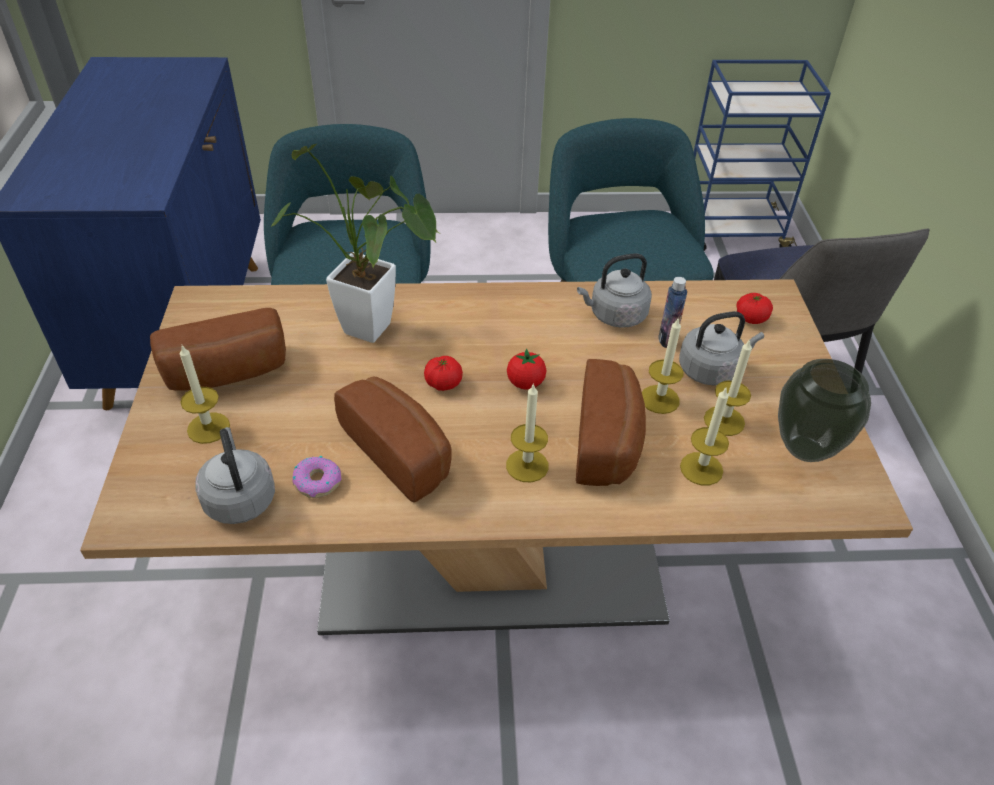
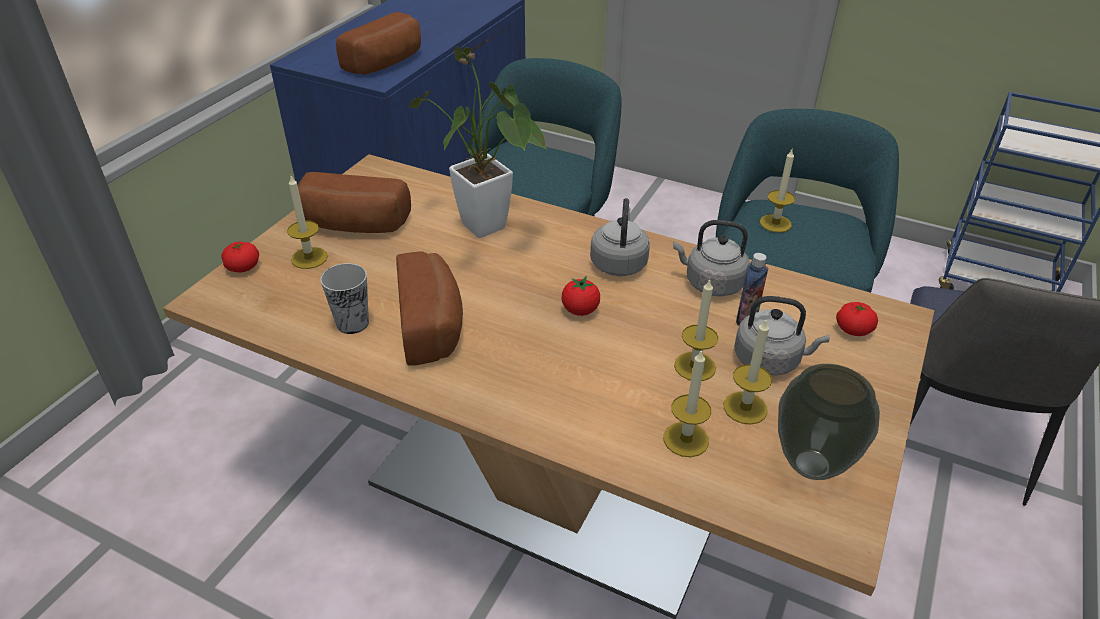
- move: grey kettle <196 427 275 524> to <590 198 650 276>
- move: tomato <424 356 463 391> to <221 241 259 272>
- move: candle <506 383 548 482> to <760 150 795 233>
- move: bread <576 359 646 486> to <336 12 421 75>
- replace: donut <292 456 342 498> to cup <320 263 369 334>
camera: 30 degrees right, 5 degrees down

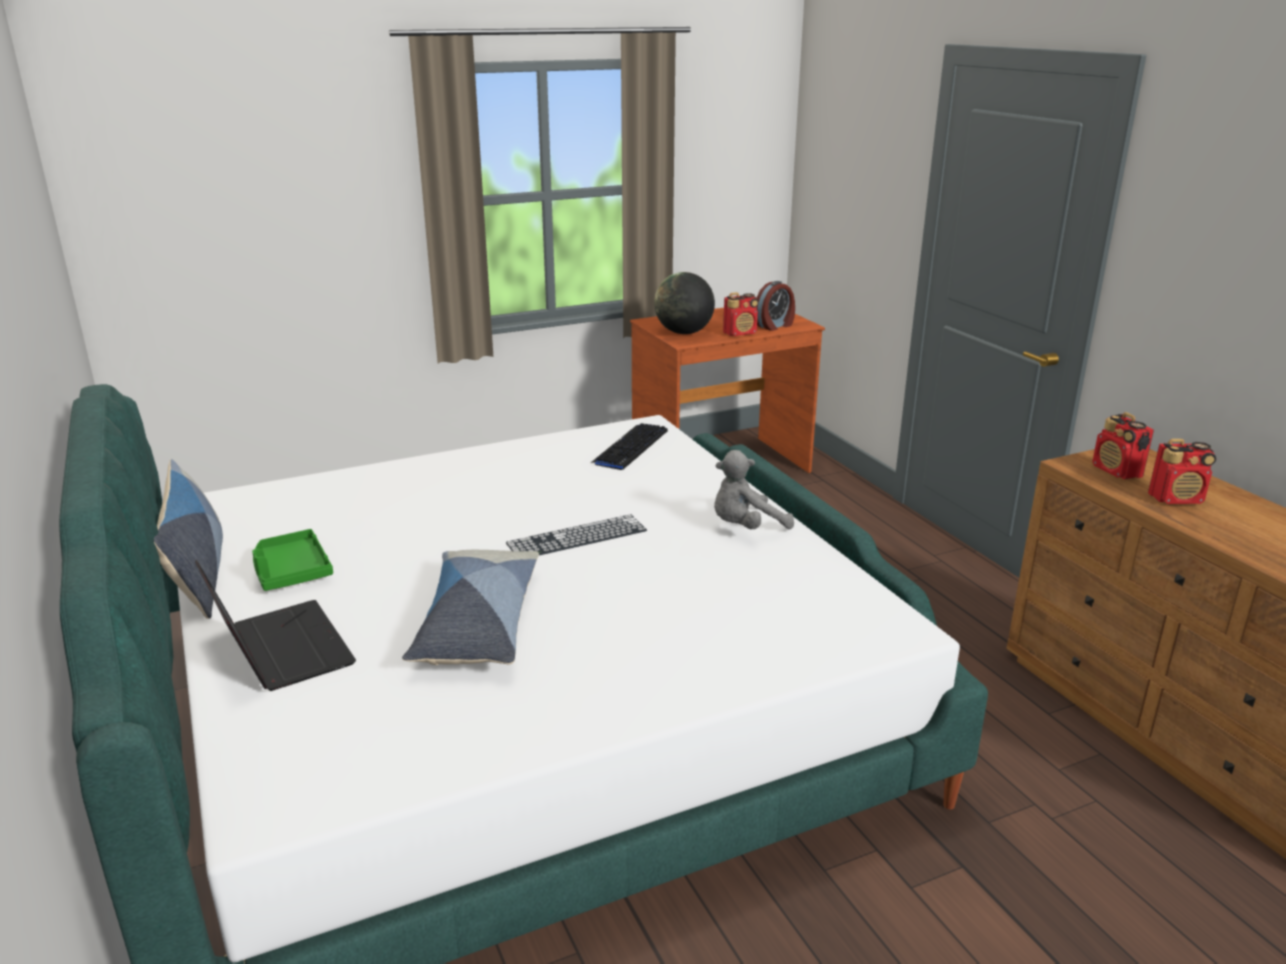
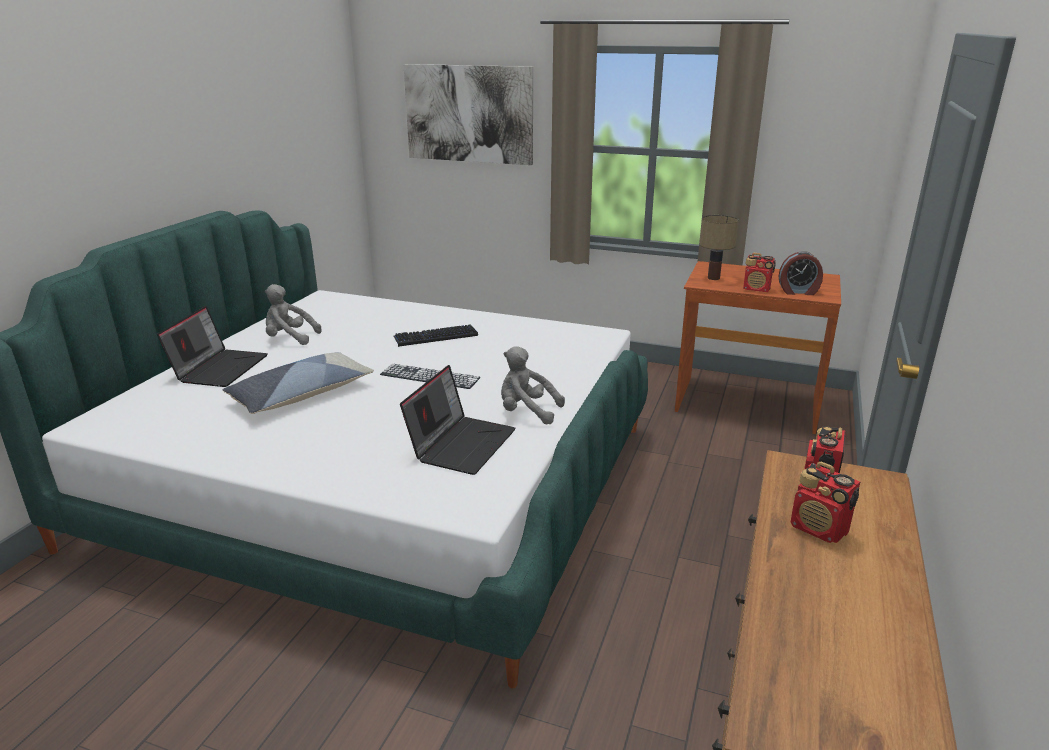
- delete: pillow <154 459 223 619>
- insert: laptop <400 365 516 475>
- insert: picture <403 64 533 165>
- move: keyboard <591 423 668 470> to <394 324 478 347>
- replace: green tray <252 529 333 591> to grey plush toy <265 284 322 345>
- replace: globe <654 272 715 334> to table lamp <700 215 739 280>
camera: 45 degrees right, 0 degrees up

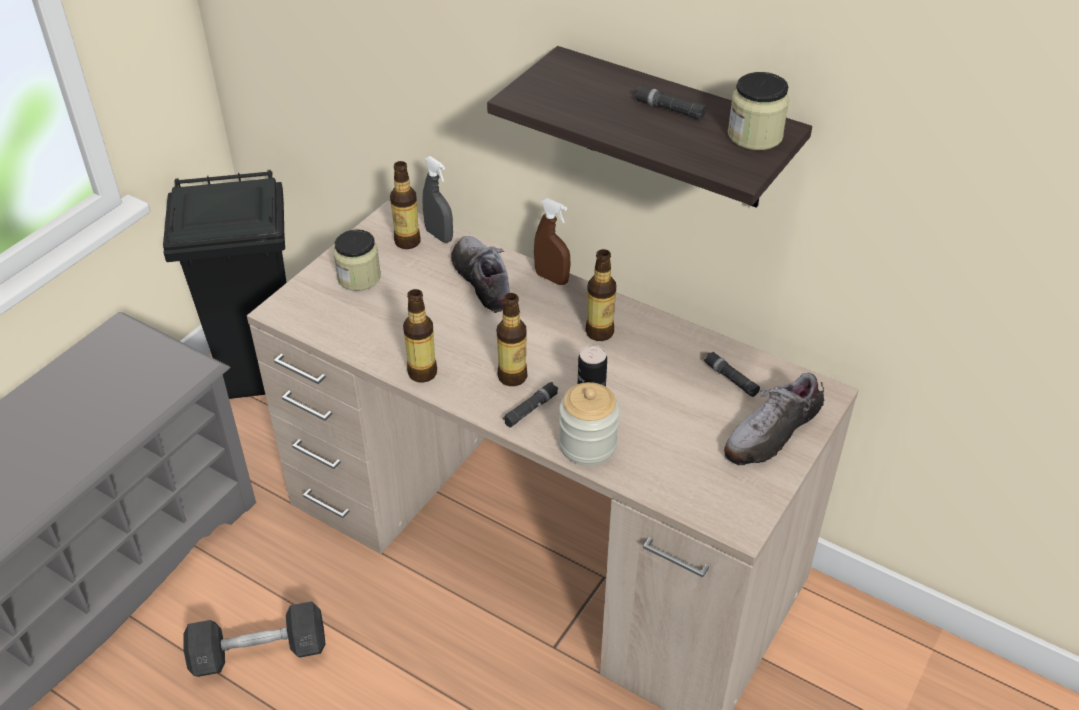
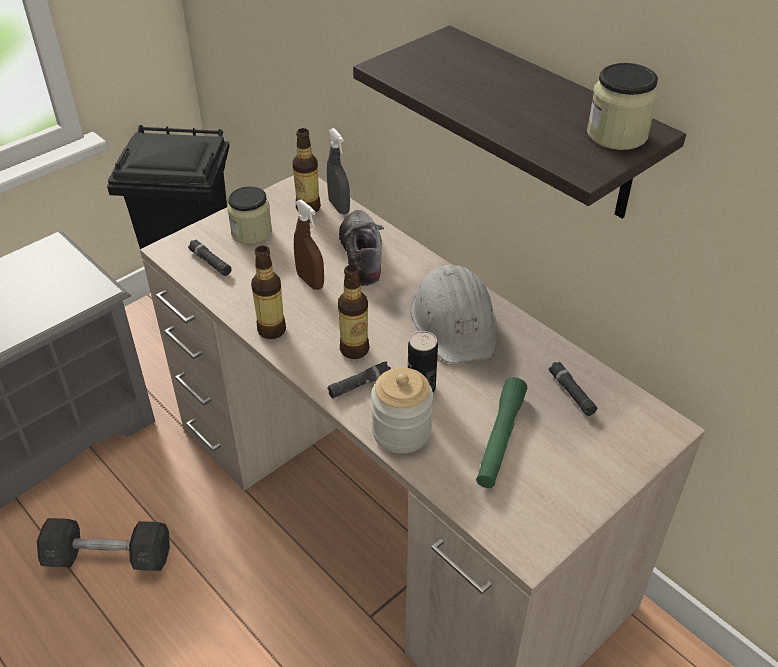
- delete: shoe <724 372 824 465>
- insert: green flashlight <476 377 527 488>
- move: brown spray bottle <534 198 570 285> to <294 199 324 290>
- move: black flashlight <635 86 706 120> to <188 240 232 276>
- replace: bottle <585 249 616 341> to white hard hat <411 265 497 364>
camera: 15 degrees right, 0 degrees up

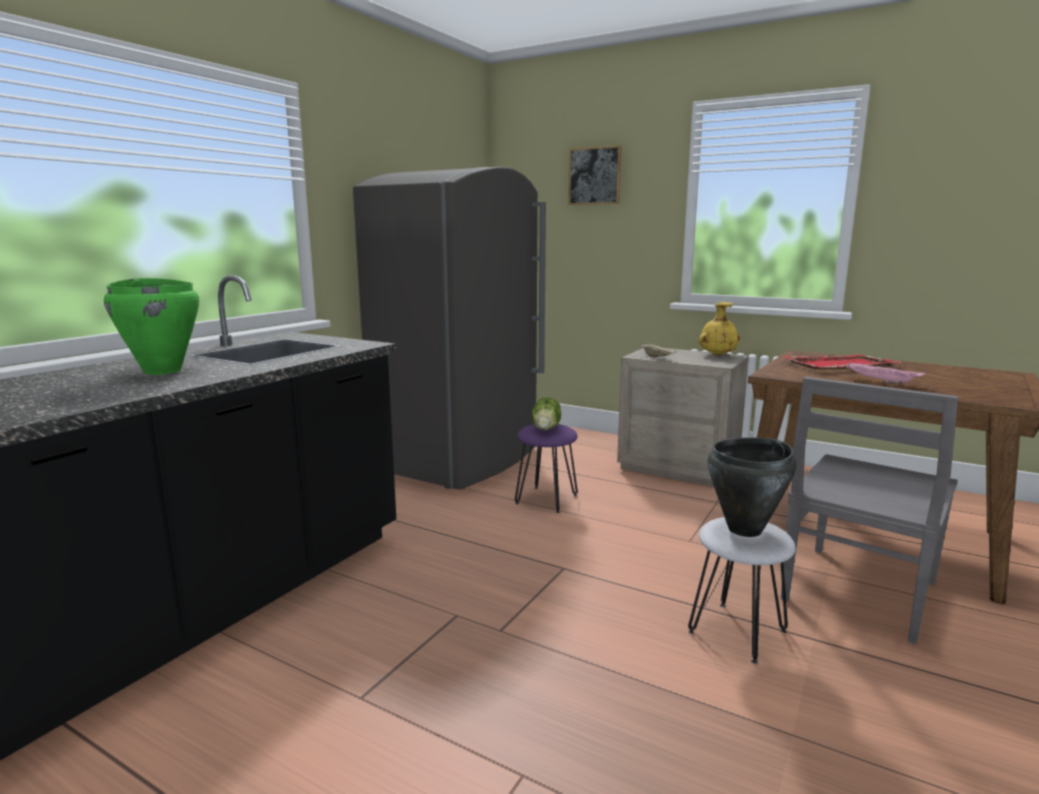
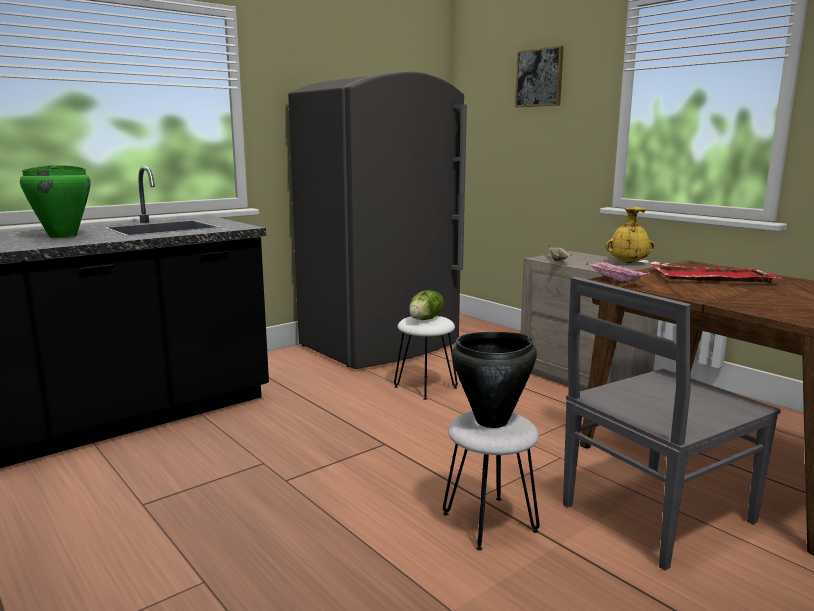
- move: pink tray <846 362 926 384> to <586 260 649 283>
- recolor: purple stool <515 424 578 513> to white stool <394 316 458 400>
camera: 20 degrees right, 0 degrees up

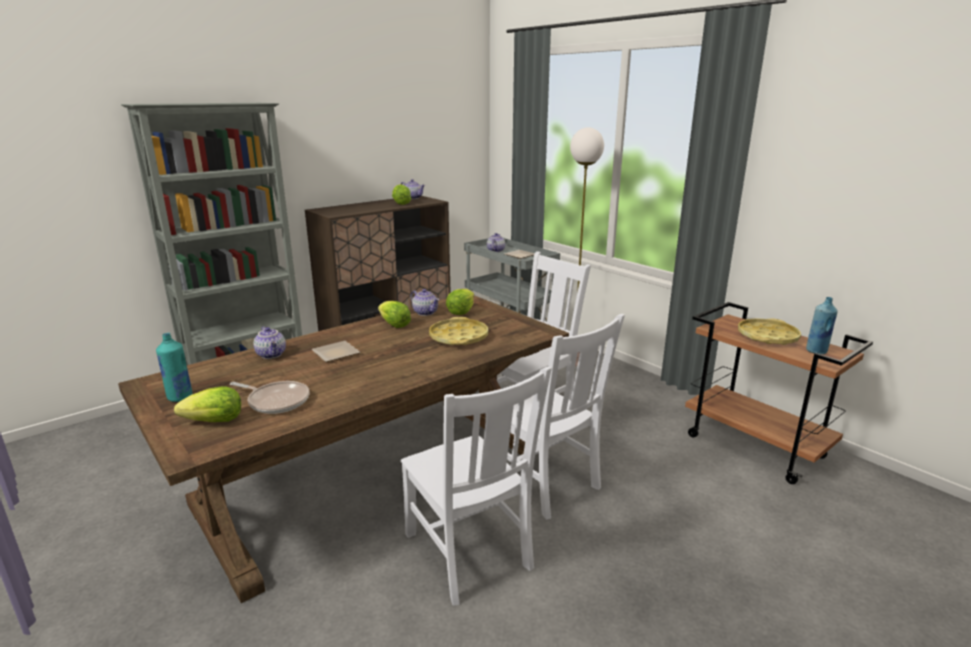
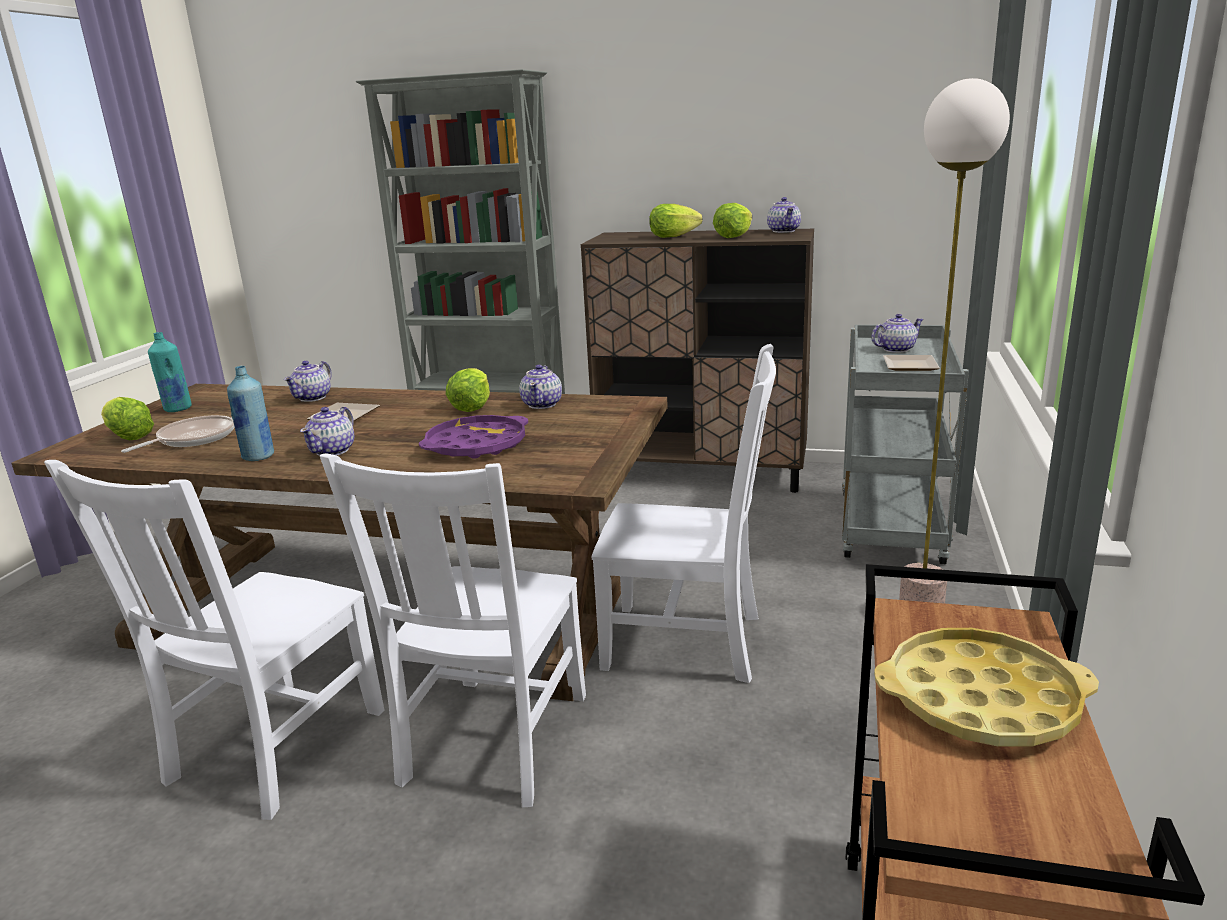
- insert: teapot <300 407 354 456>
- move: lettuce <446 289 474 315> to <649 204 702 238>
- move: blue bottle <806 297 838 354> to <227 366 274 461>
- recolor: yellow tray <429 317 488 345> to purple tray <419 415 528 459>
- rotate: frying pan <230 381 310 414> = <121 415 234 453> 135 degrees counterclockwise
camera: 55 degrees right, 0 degrees up

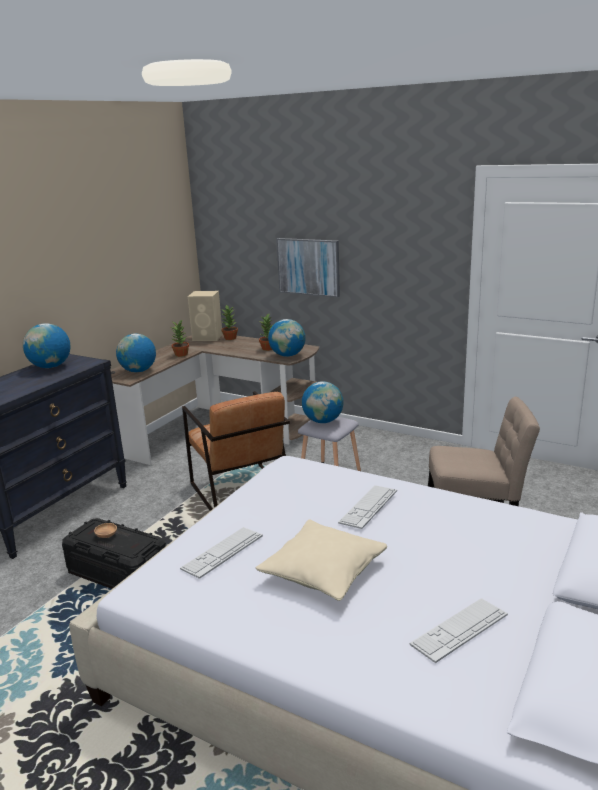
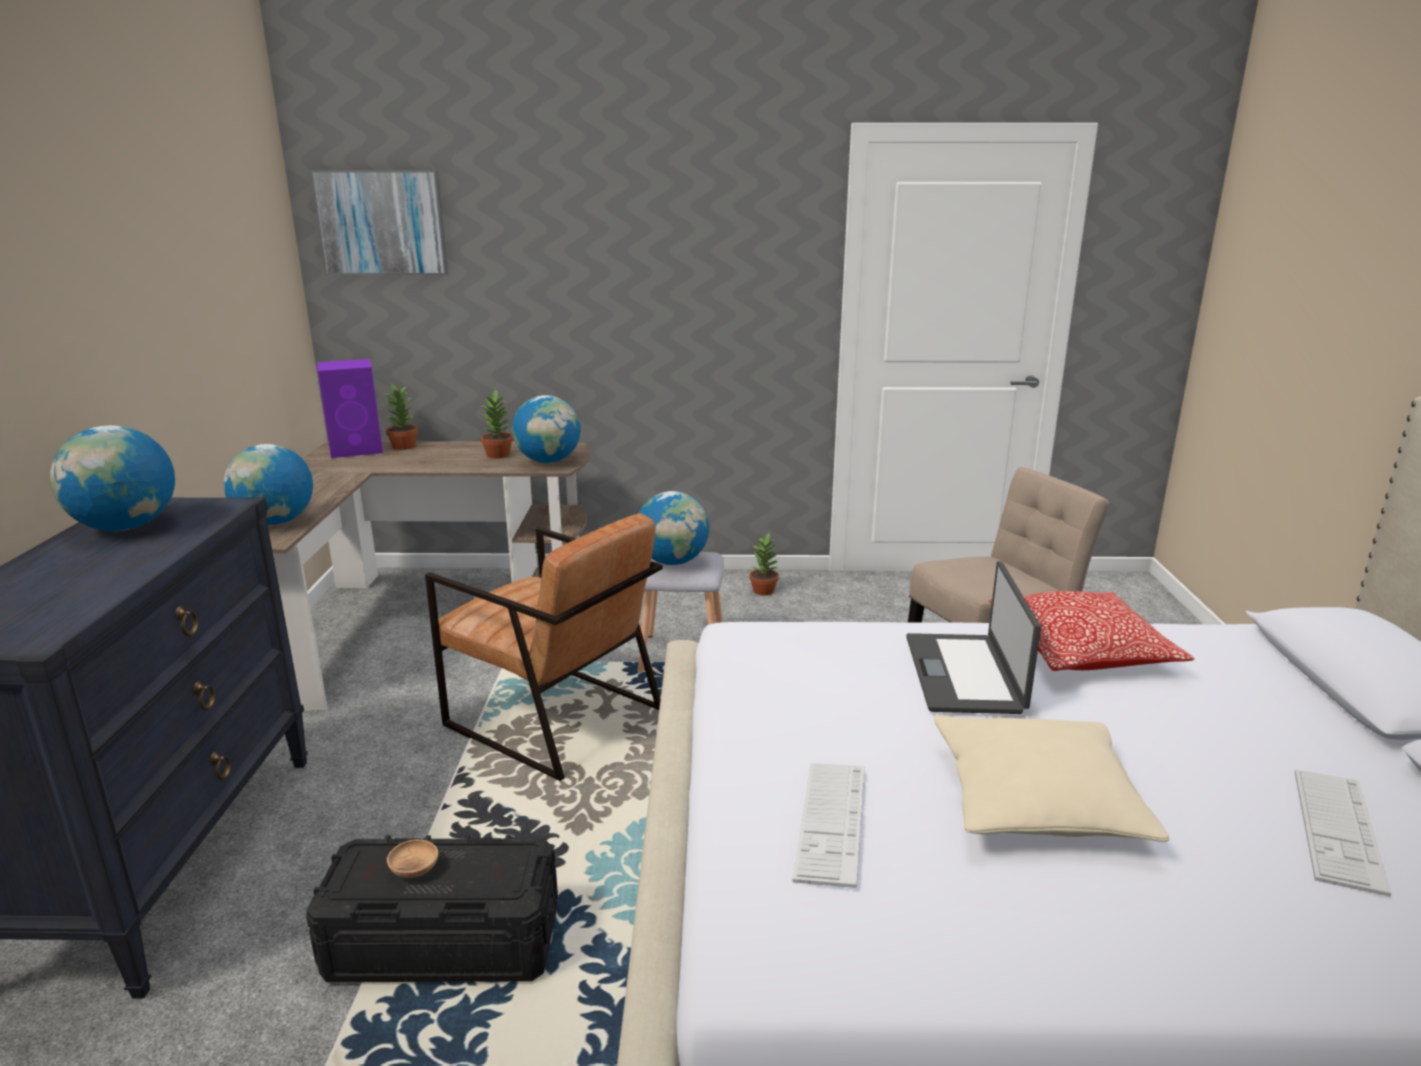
- insert: pillow <989 591 1194 671>
- move: potted plant <171 319 189 357> to <749 533 779 596>
- move: picture <276 238 340 297> to <310 170 448 275>
- replace: keyboard <338 485 397 529> to laptop <906 561 1041 714>
- recolor: beige speaker <188 291 223 341> to purple speaker <318 359 383 458>
camera: 30 degrees left, 0 degrees up

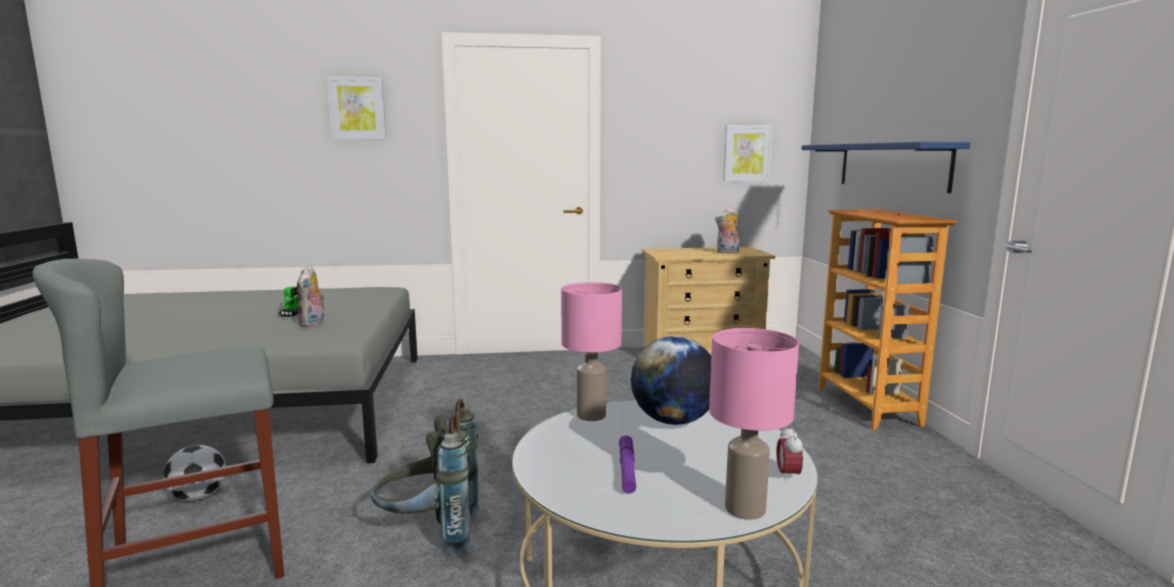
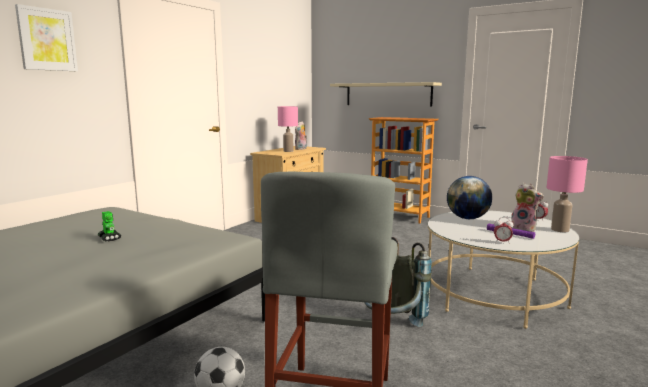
- delete: picture <723 125 773 181>
- insert: alarm clock <494 217 514 244>
- move: plush toy <297 265 325 327> to <511 183 544 232>
- move: pink table lamp <561 282 622 421> to <278 106 298 152>
- recolor: blue shelf <801 142 971 193> to beige shelf <330 82 442 106>
camera: 50 degrees left, 0 degrees up

